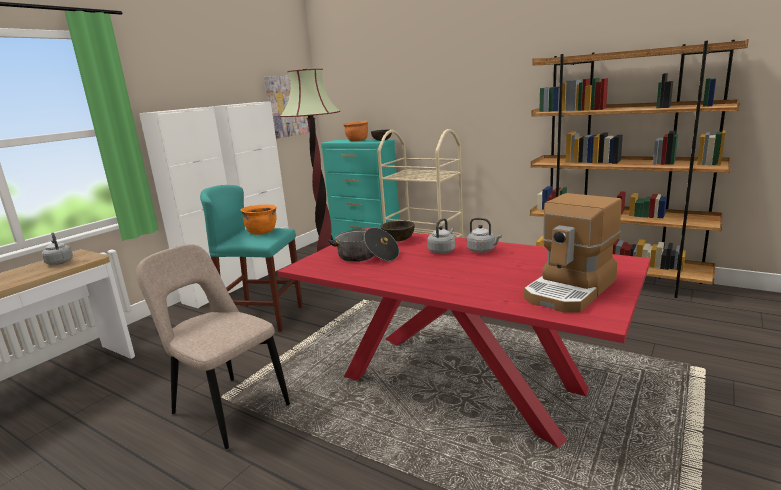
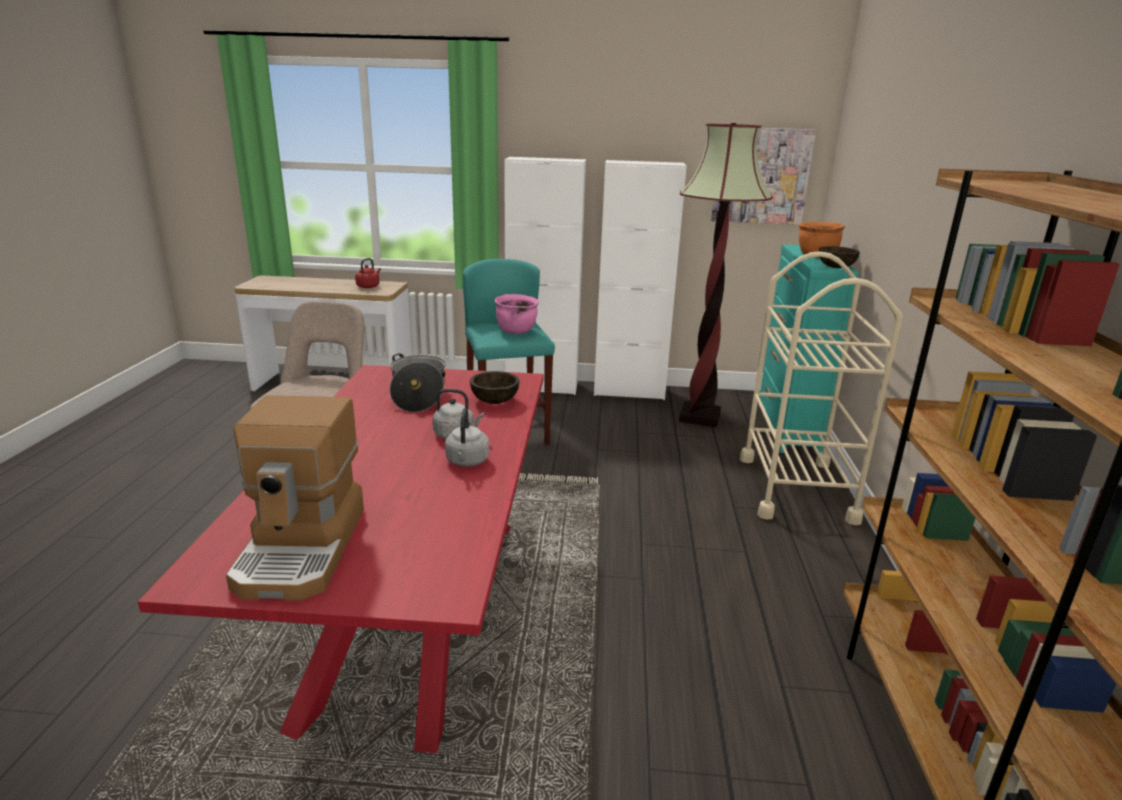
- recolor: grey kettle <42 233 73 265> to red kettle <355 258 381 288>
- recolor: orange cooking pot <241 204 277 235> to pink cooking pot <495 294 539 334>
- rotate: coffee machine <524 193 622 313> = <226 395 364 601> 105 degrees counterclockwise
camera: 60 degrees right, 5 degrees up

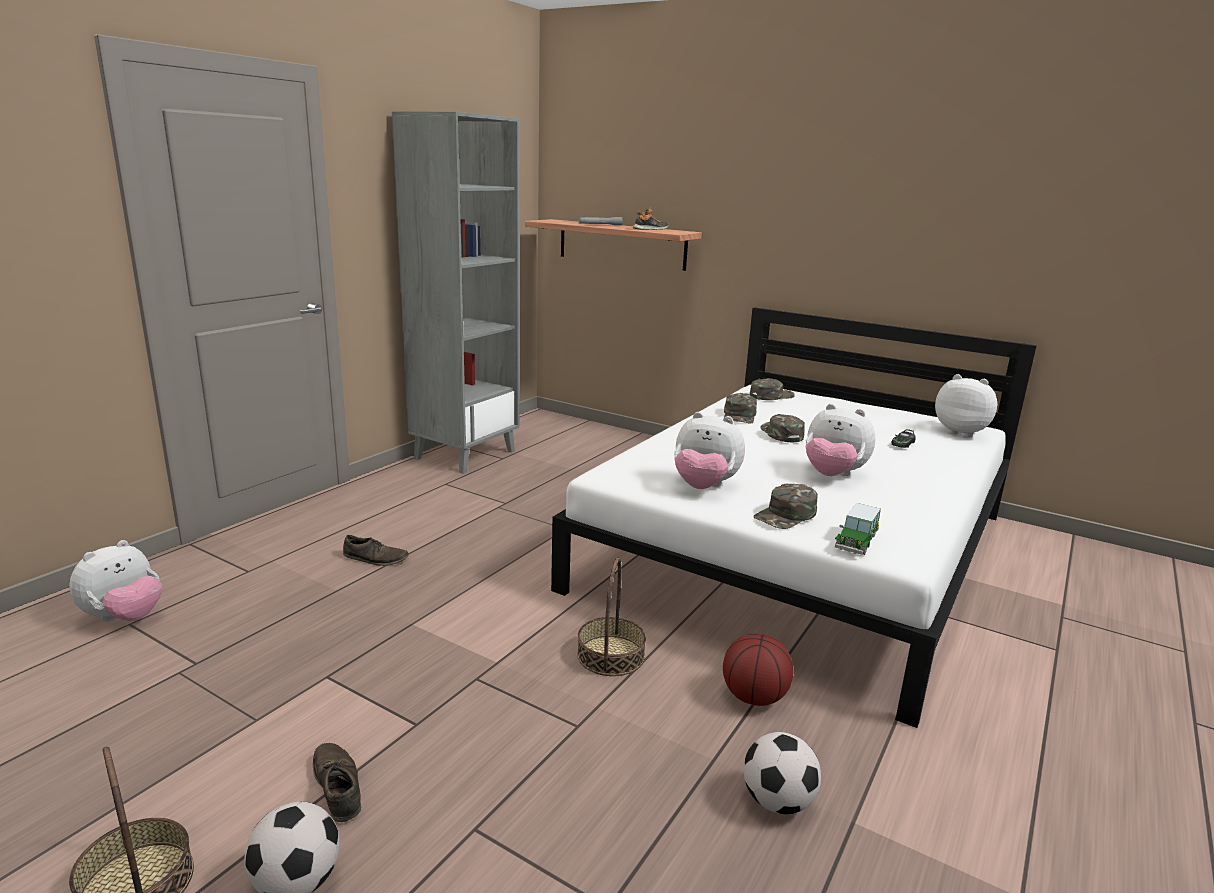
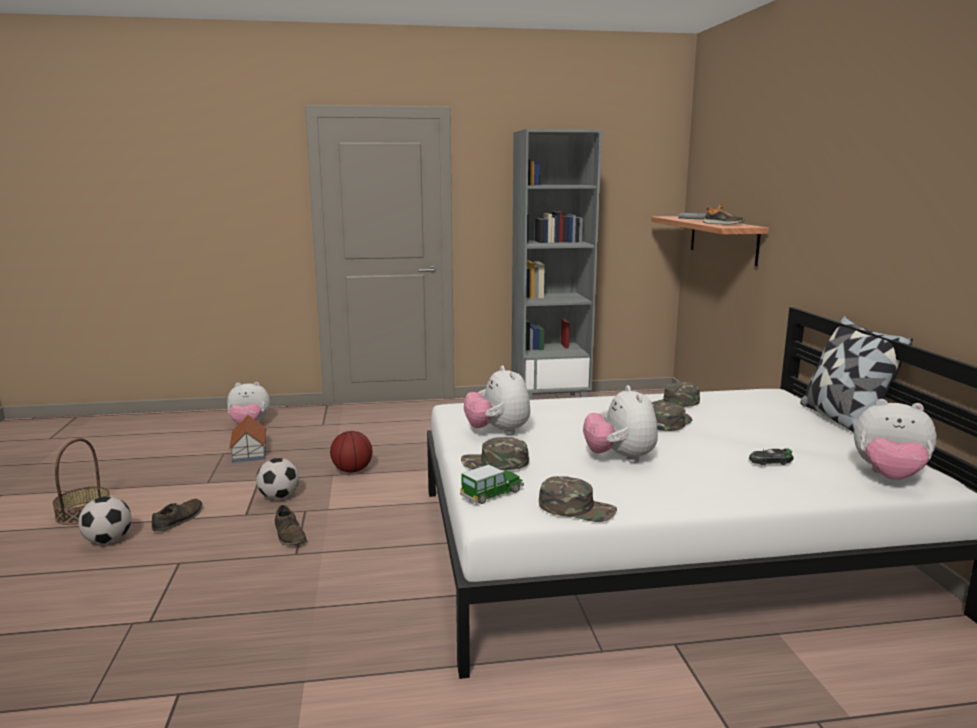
- delete: basket <577 557 646 676>
- insert: toy house <229 415 267 463>
- insert: pillow <800 316 913 432>
- move: brown shoe <343 535 409 566> to <275 505 307 546>
- move: basketball <723 633 794 706> to <330 431 372 473>
- move: football <744 732 821 815> to <256 458 299 500>
- move: green cap <750 378 795 400> to <539 476 617 522>
- rotate: toy car <835 503 881 555> = <460 464 524 504> 150 degrees clockwise
- rotate: plush toy <935 374 997 437> = <854 399 937 480> 120 degrees clockwise
camera: 50 degrees right, 5 degrees down

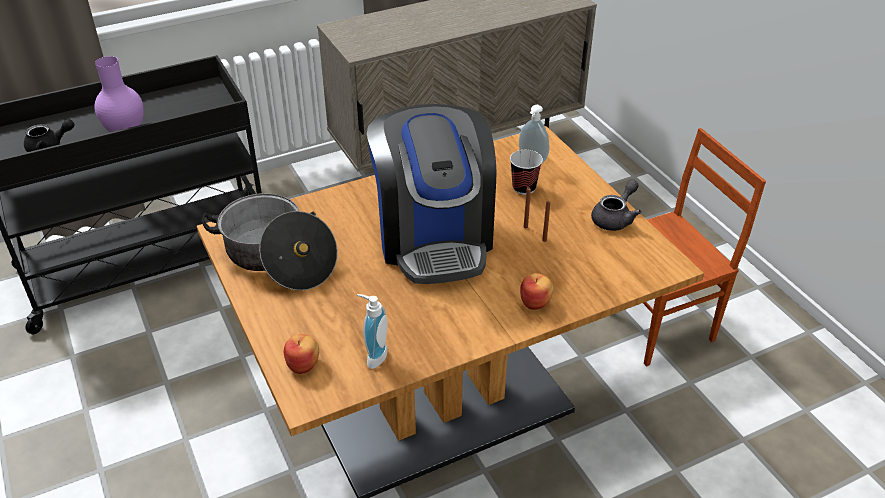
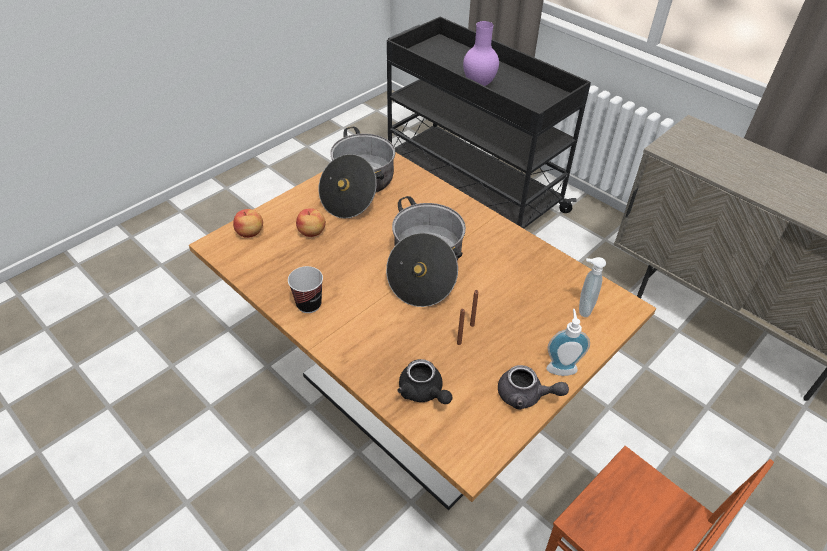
- move: black teapot <24 119 75 152> to <397 359 452 404>
- move: soap dispenser <357 294 388 369> to <546 309 590 376>
- move: cup <510 150 543 195> to <288 266 323 313>
- move: apple <520 273 553 310> to <296 208 326 237>
- replace: coffee machine <367 104 496 284> to cooking pot <386 196 466 307>
camera: 70 degrees right, 5 degrees up

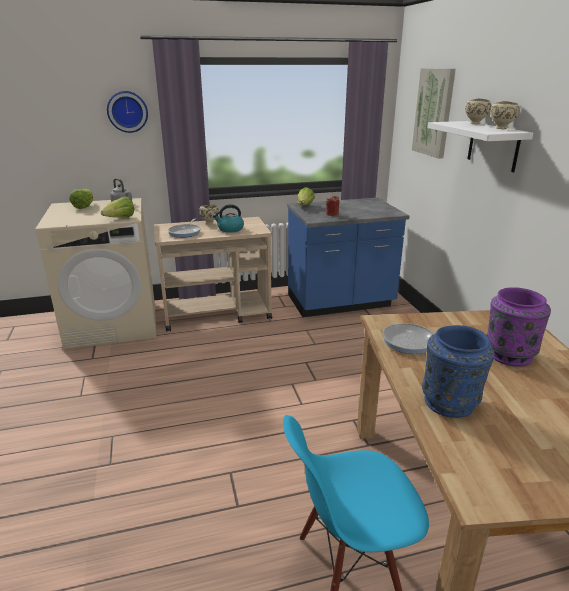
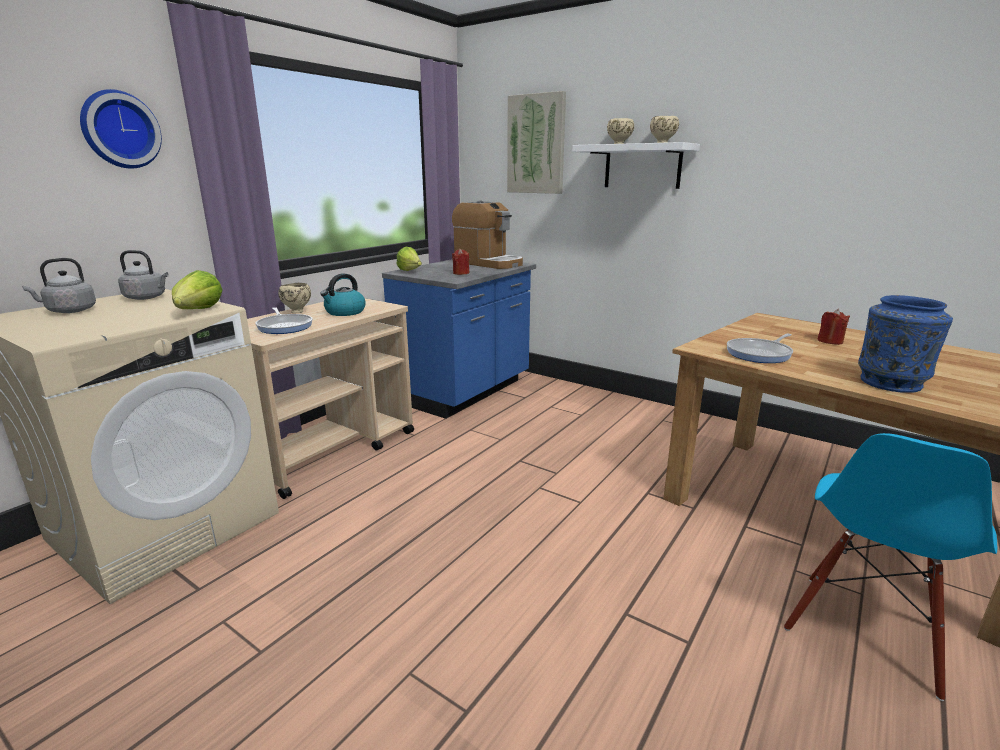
- insert: coffee machine <452 200 523 269>
- replace: lettuce <70 189 93 209> to grey kettle <22 258 96 313>
- replace: purple vase <487 287 551 367> to red candle <817 309 850 345>
camera: 40 degrees left, 5 degrees down

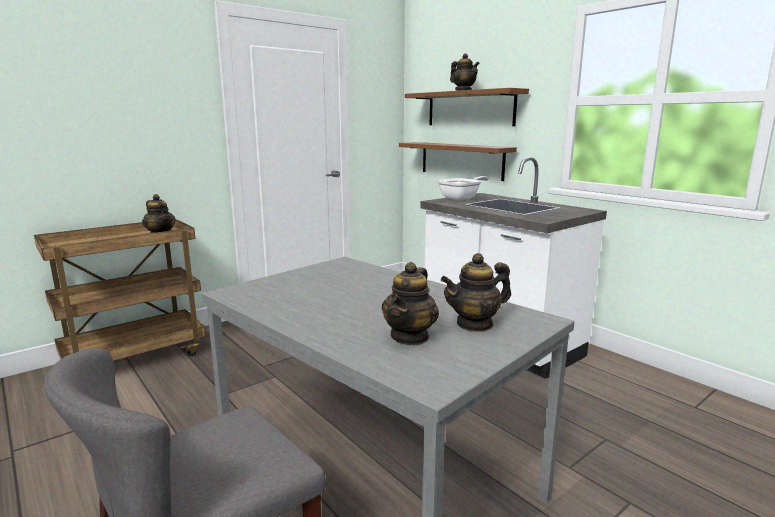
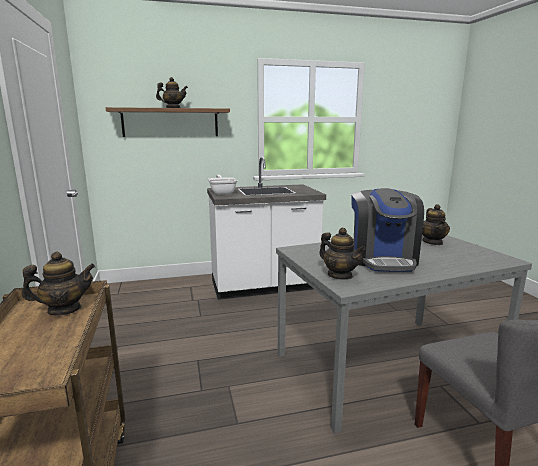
- delete: brown shelf <399 142 517 181>
- insert: coffee machine <351 188 424 272>
- move: teapot <382 262 439 345> to <319 228 365 280>
camera: 65 degrees left, 0 degrees up

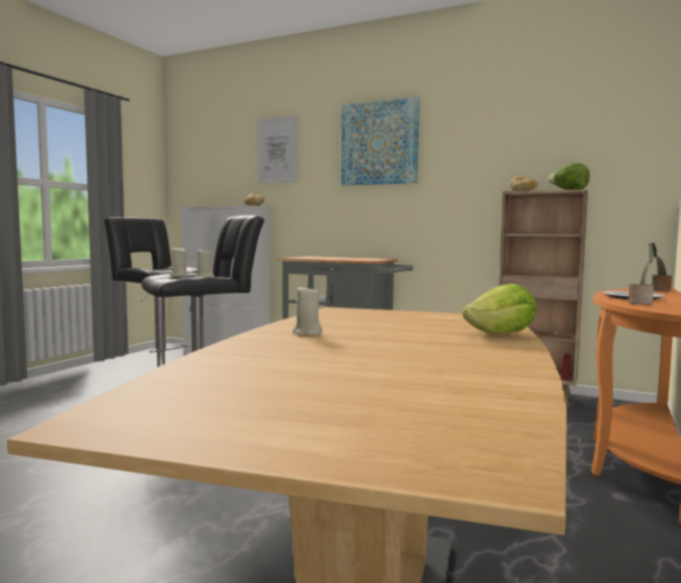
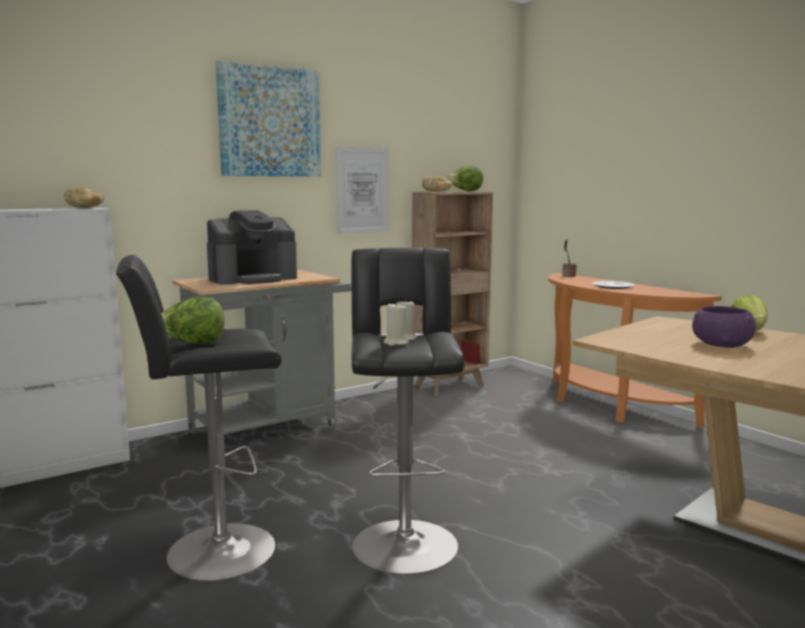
- delete: beige candle <293 285 322 335>
- delete: potted plant <628 243 654 305>
- insert: lettuce <161 297 225 344>
- insert: coffee machine <207 210 297 285>
- insert: purple bowl <692 306 756 348>
- move: picture <257 115 297 184> to <335 147 389 234>
camera: 60 degrees left, 5 degrees up

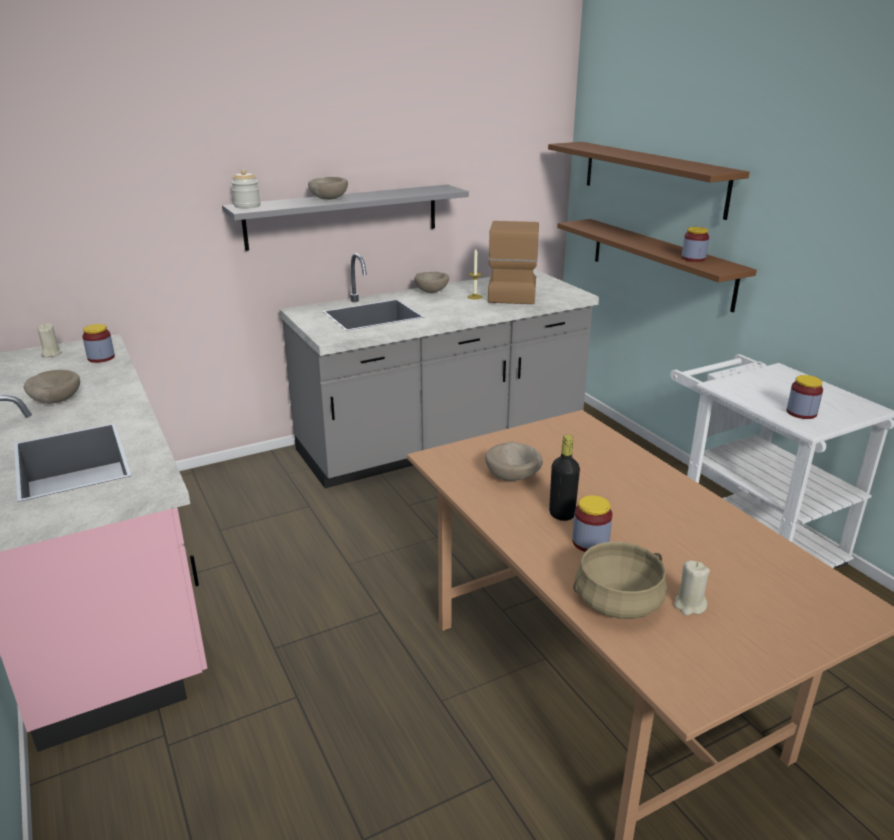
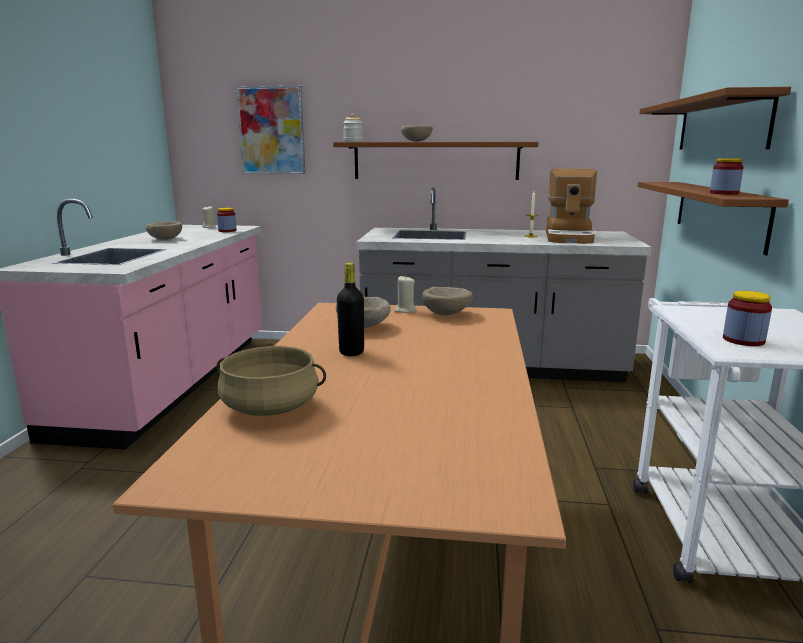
- delete: jar <572 495 613 552>
- insert: picture <236 86 305 174>
- move: beige bowl <414 272 449 293> to <422 287 473 315>
- move: beige candle <674 561 710 615> to <395 275 416 313>
- recolor: grey shelf <222 184 469 251> to brown shelf <333 142 539 180>
- rotate: coffee machine <488 221 539 304> = <546 169 597 244> 150 degrees clockwise
camera: 35 degrees right, 10 degrees down

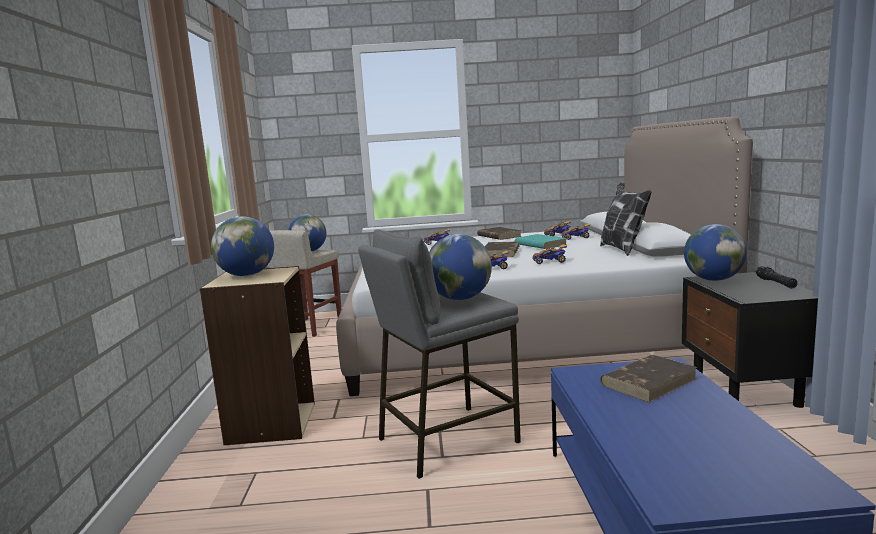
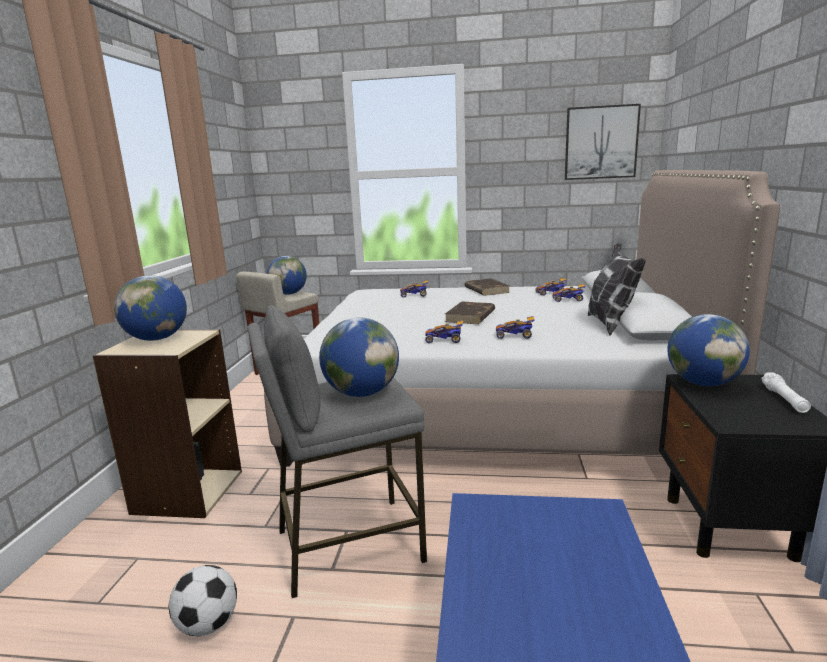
- delete: turquoise book <514 234 567 249>
- delete: brown book <601 355 697 403>
- insert: football <169 565 237 636>
- insert: picture <565 104 641 180>
- recolor: black flashlight <756 266 798 288> to white flashlight <761 372 811 413>
camera: 10 degrees right, 5 degrees up

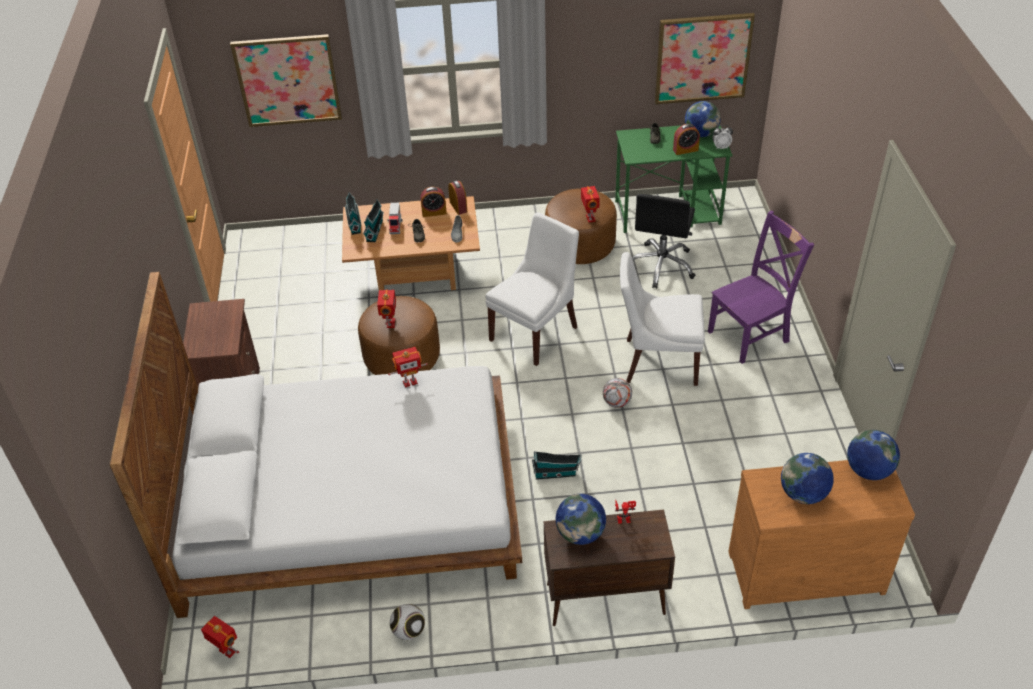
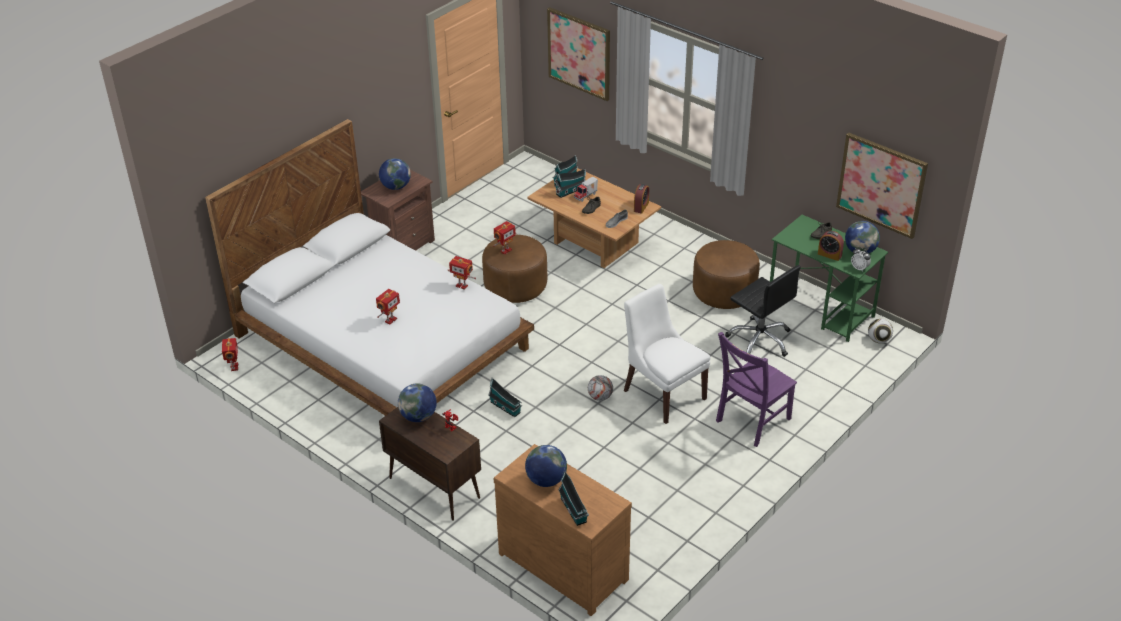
- delete: alarm clock <420 187 447 217>
- delete: white chair <486 212 579 366>
- insert: toy house <558 471 589 526>
- move: football <390 604 425 640> to <868 319 893 343>
- move: toy robot <581 186 600 222> to <376 289 400 324>
- move: globe <847 430 900 480> to <379 158 411 190>
- rotate: black office chair <632 194 696 289> = <725 265 801 357> 105 degrees counterclockwise
- rotate: purple chair <708 210 814 364> = <716 332 797 447> 120 degrees clockwise
camera: 45 degrees right, 5 degrees down

